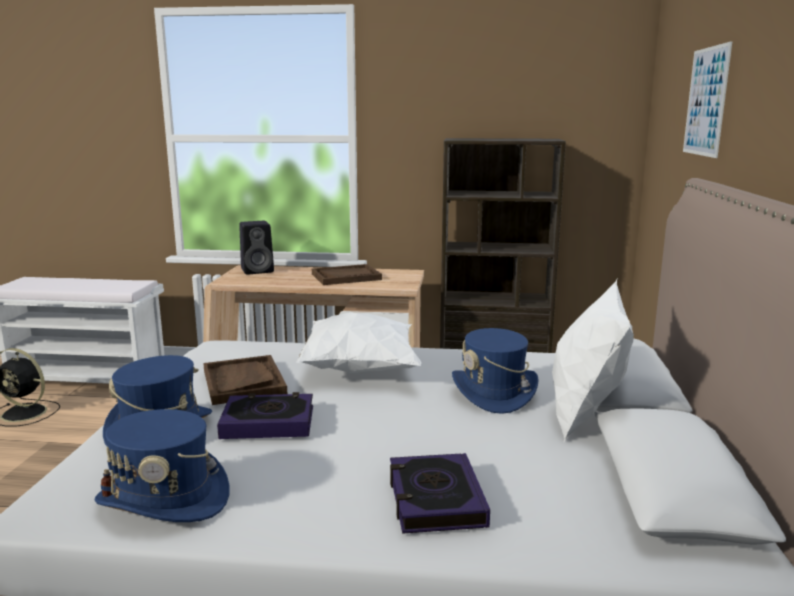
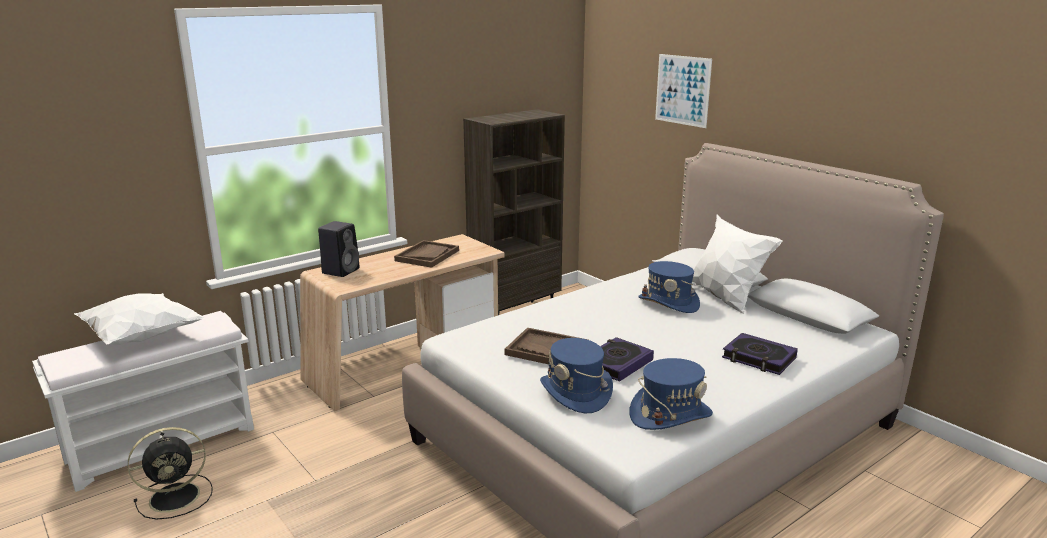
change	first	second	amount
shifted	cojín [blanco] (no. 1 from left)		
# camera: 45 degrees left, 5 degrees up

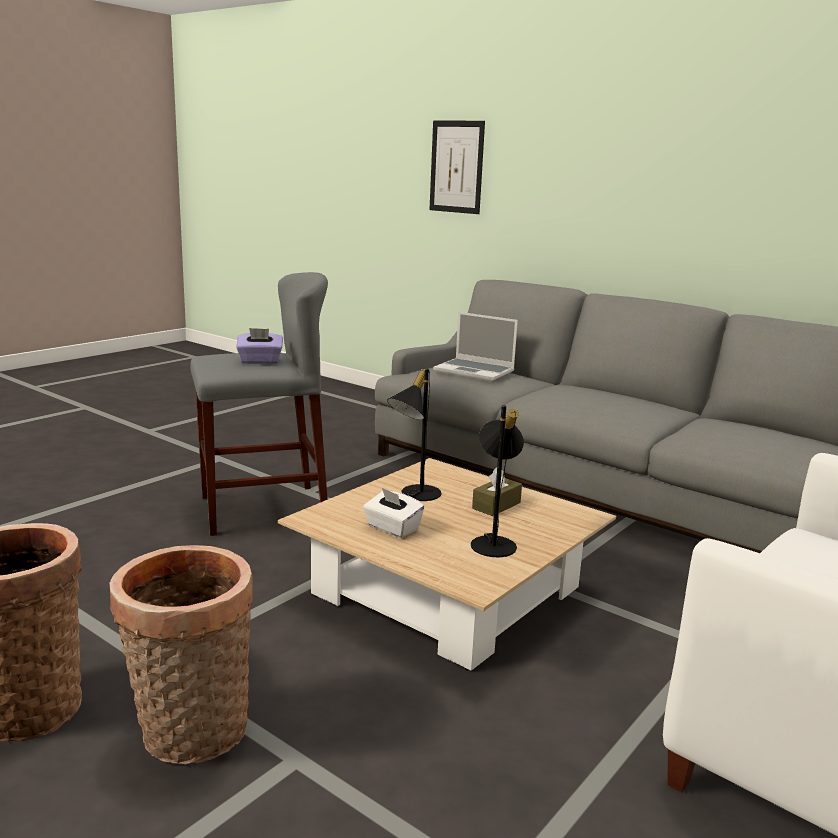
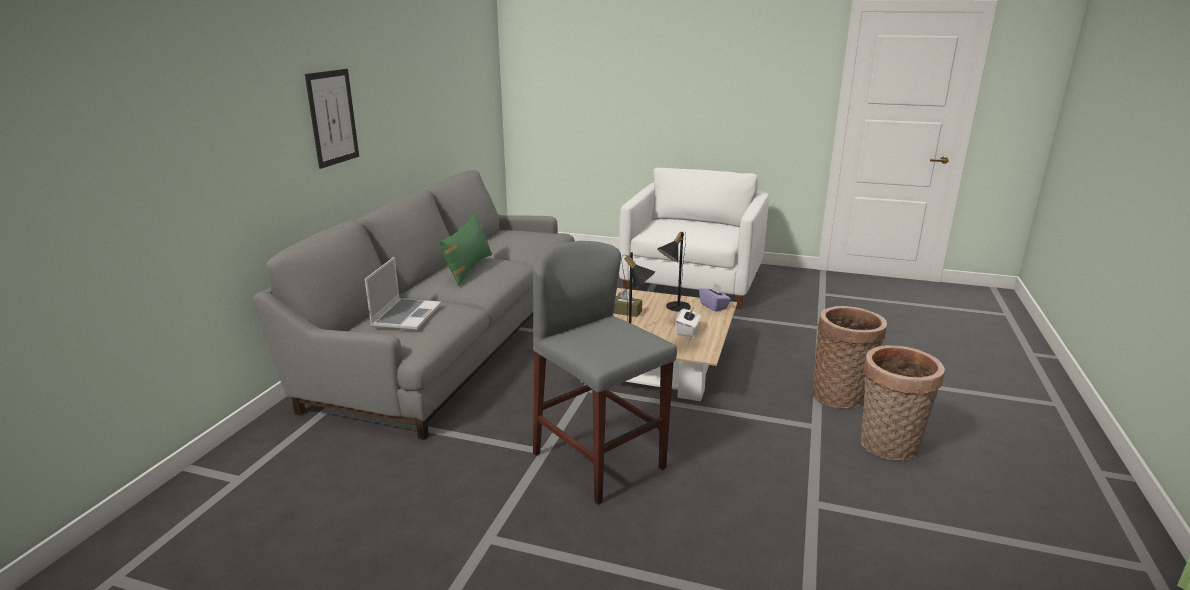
change	first	second	amount
new		cojín [verde]	
shifted	caja de pañuelos [morado]		
shifted	cuadro		
# camera: 110 degrees left, 5 degrees up

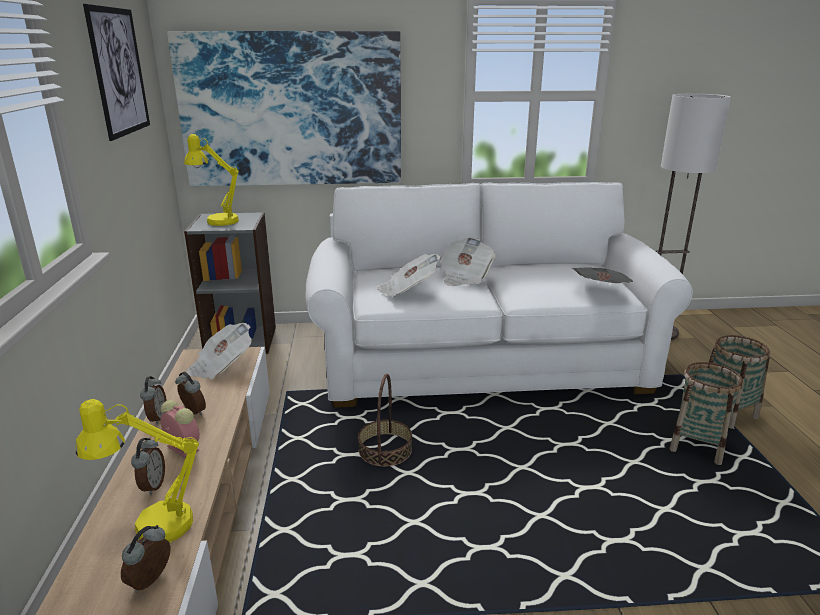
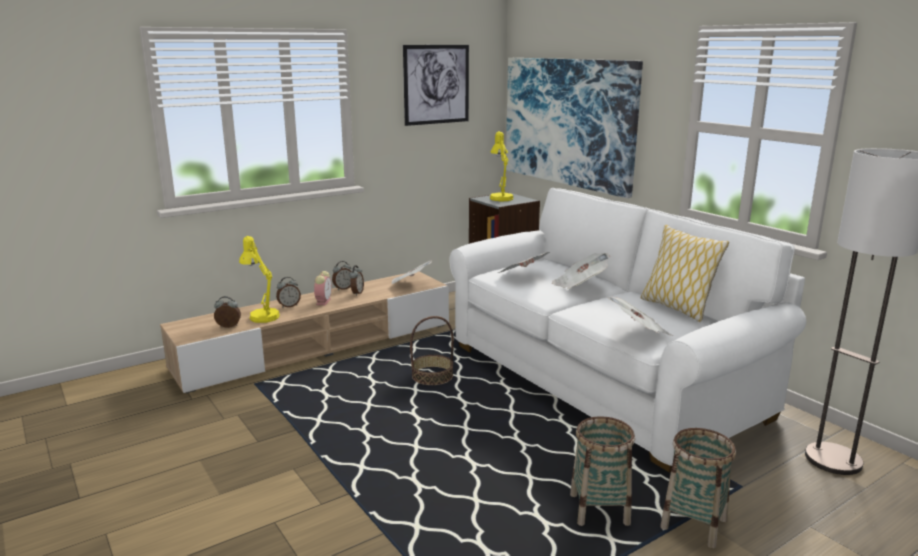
change	first	second	amount
new		cojín	
# camera: 60 degrees right, 5 degrees down

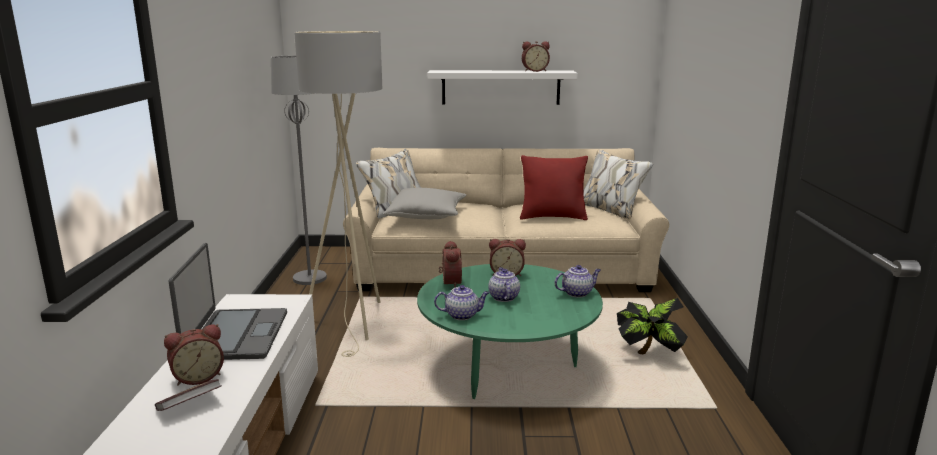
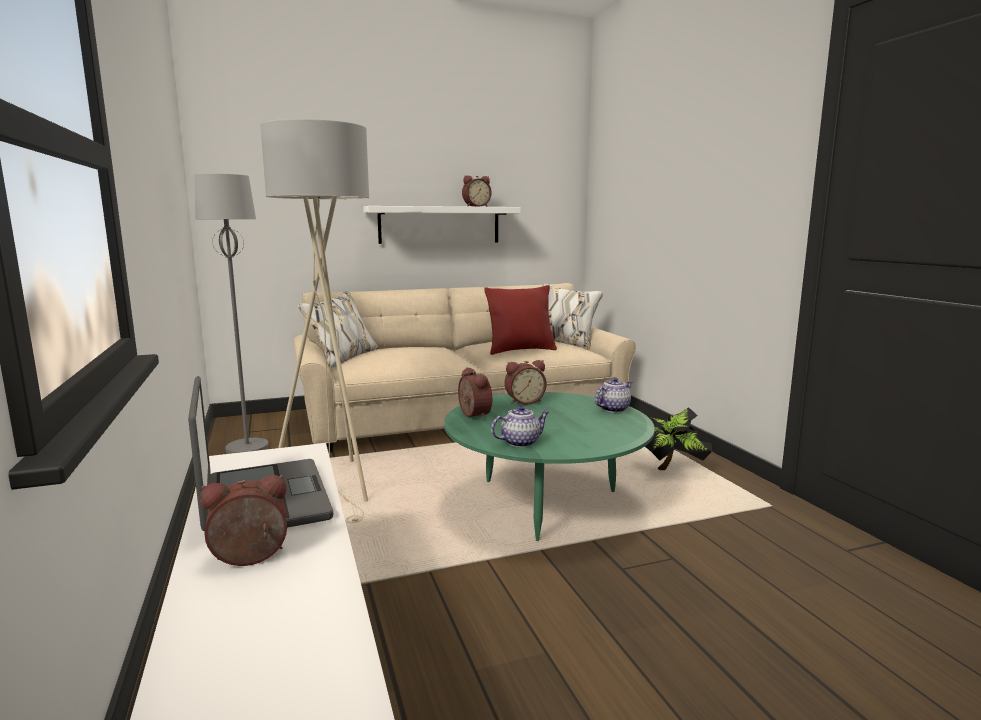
change	first	second	amount
gone	libro		
gone	cojín [gris]		
gone	tetera (no. 2 from left)		
rotated	despertador (no. 1 from left)		150 degrees counterclockwise
# camera: 20 degrees left, 5 degrees down

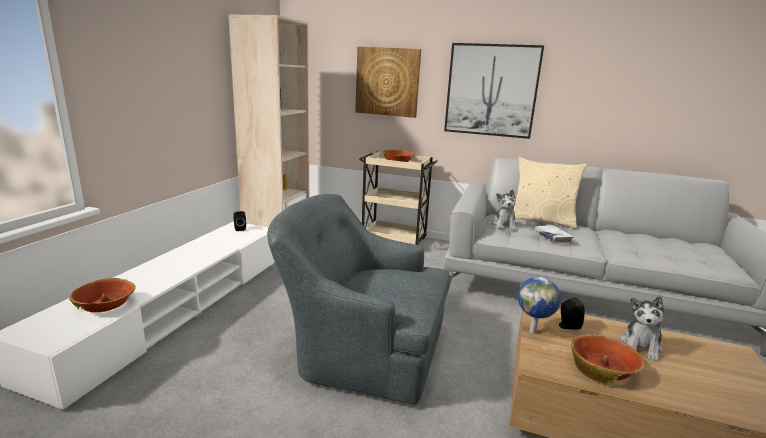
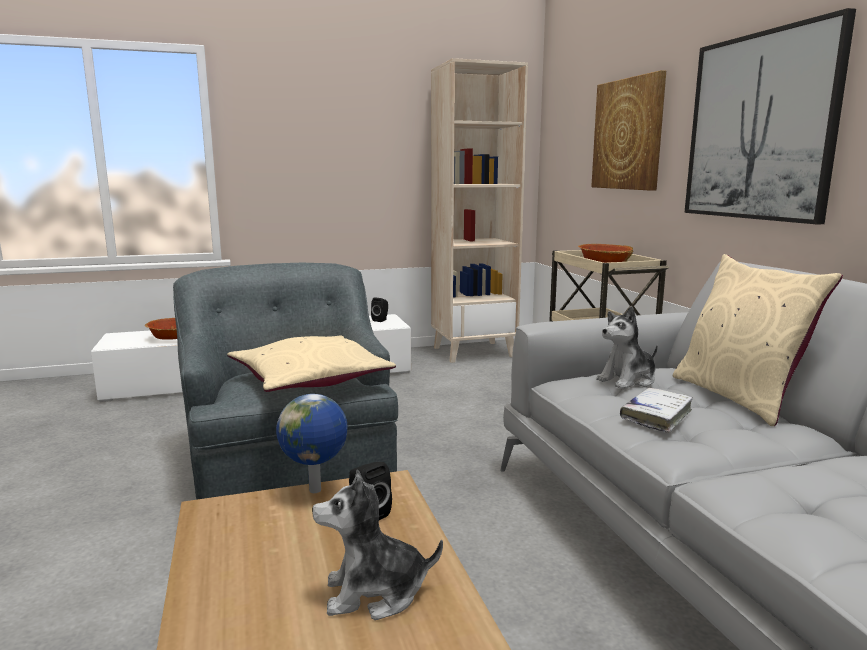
change	first	second	amount
gone	cuenco (no. 3 from left)		
new		cojín [beis] (no. 1 from left)	
# camera: 55 degrees right, 5 degrees down

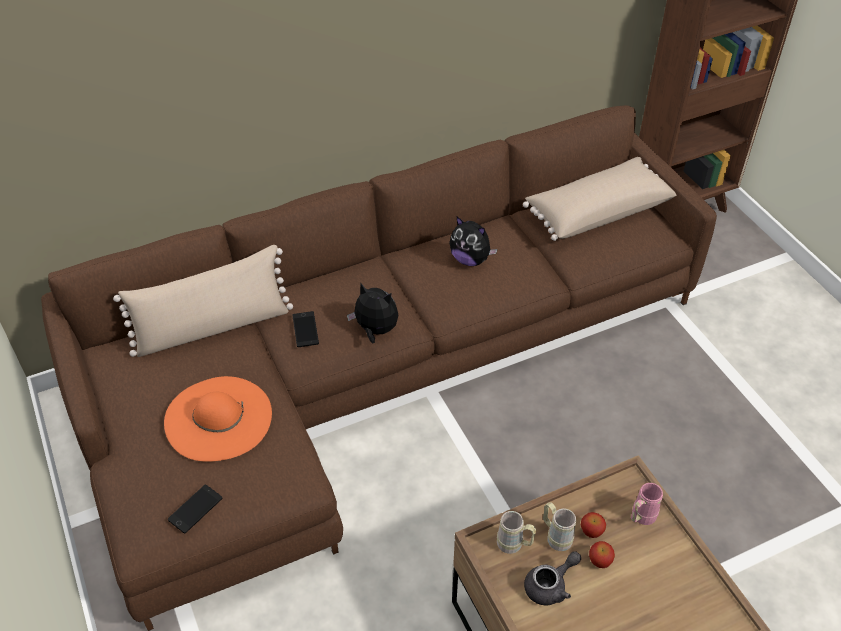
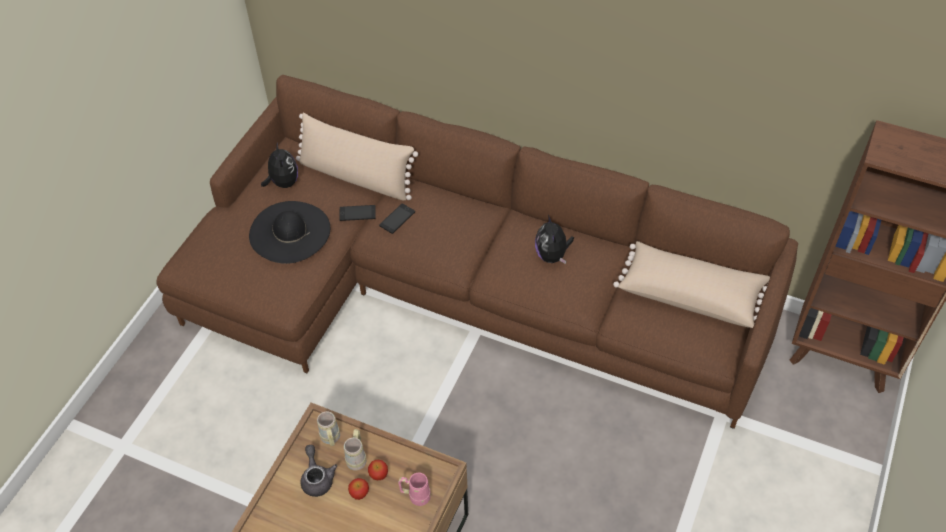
change	first	second	amount
shifted	móvil (no. 1 from left)		
shifted	peluche (no. 1 from left)		
repainted	sombrero [naranja]	sombrero [negro]	
rotated	tetera [gris]		120 degrees counterclockwise
# camera: 50 degrees right, 5 degrees up

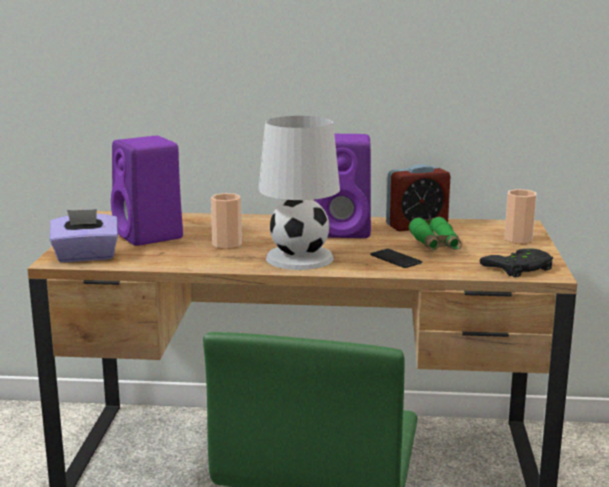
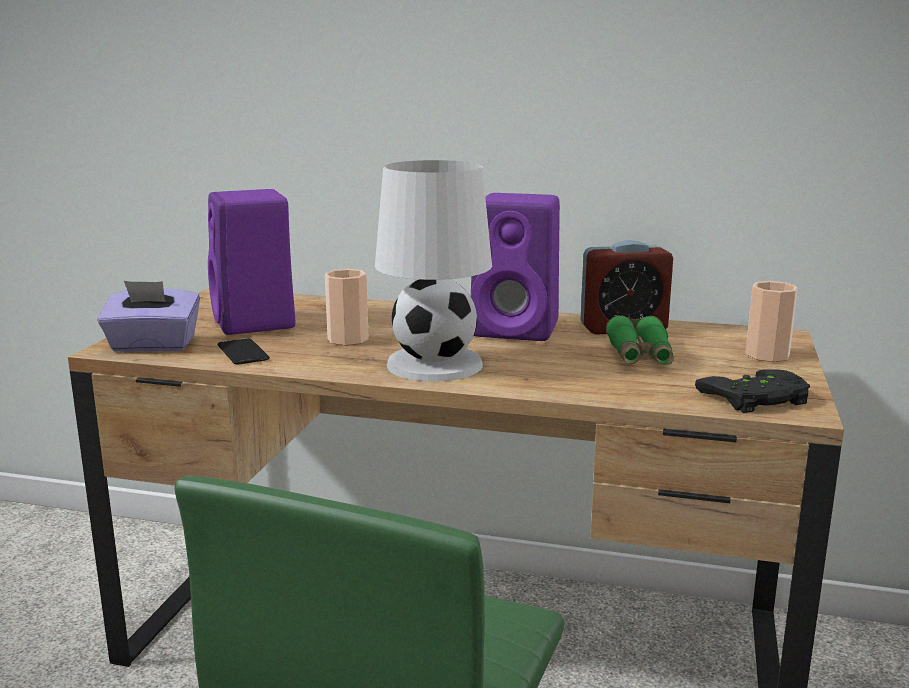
change	first	second	amount
shifted	móvil		
# camera: 10 degrees right, 0 degrees up

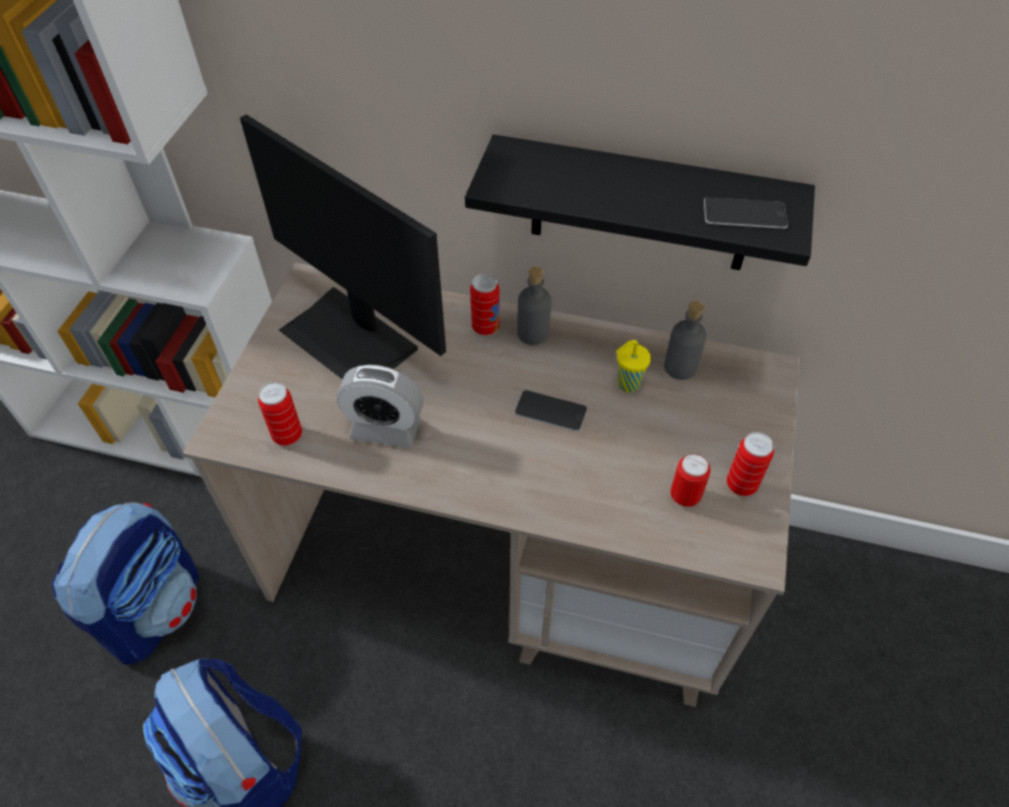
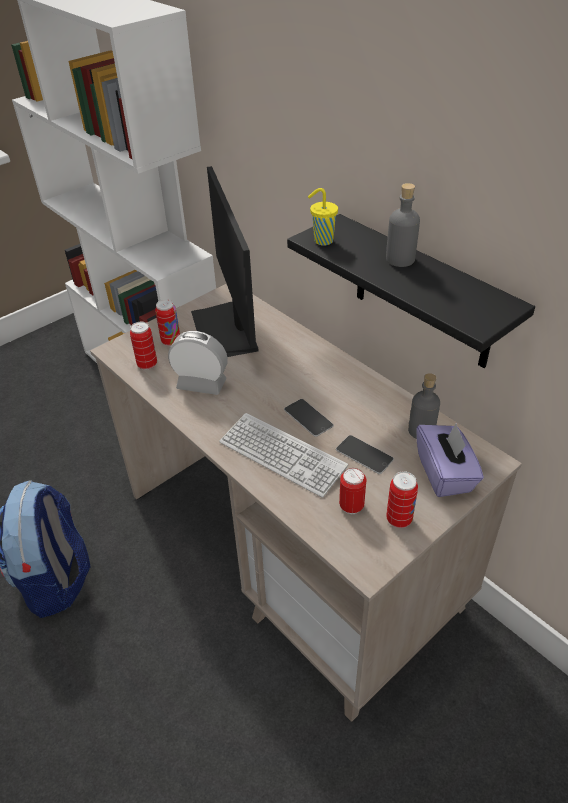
change	first	second	amount
gone	mochila (no. 1 from left)		
new		teclado	
new		caja de pañuelos [morado]	
shifted	lata (no. 2 from left)		
shifted	botella [gris] (no. 1 from left)		
shifted	taza [amarillo]		
shifted	móvil (no. 2 from left)		
rotated	despertador		150 degrees clockwise
# camera: 35 degrees right, 10 degrees down

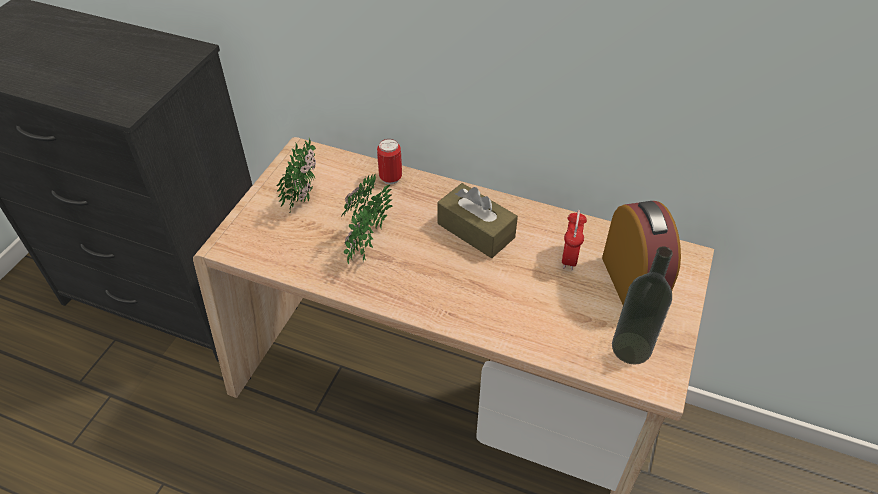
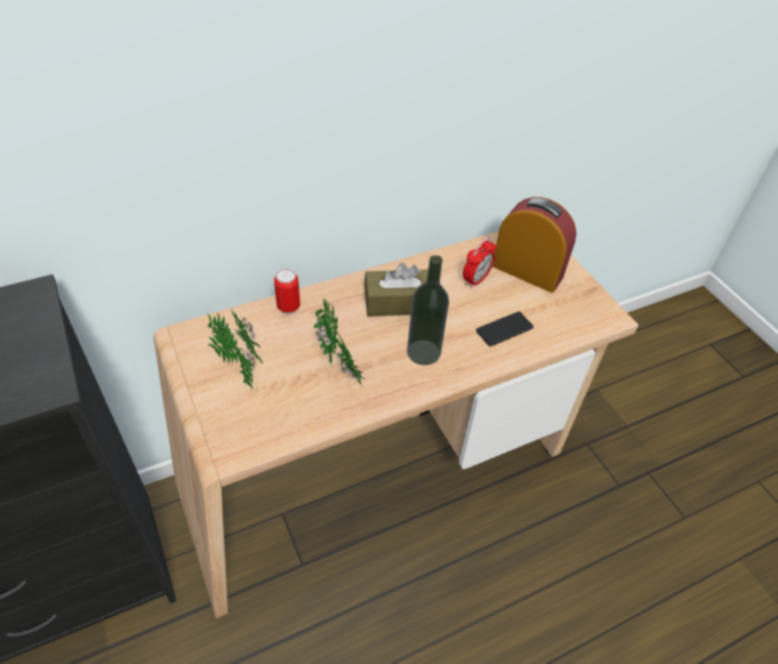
change	first	second	amount
new		móvil	
shifted	botella		
rotated	despertador (no. 1 from left)		75 degrees clockwise
# camera: 50 degrees left, 0 degrees up

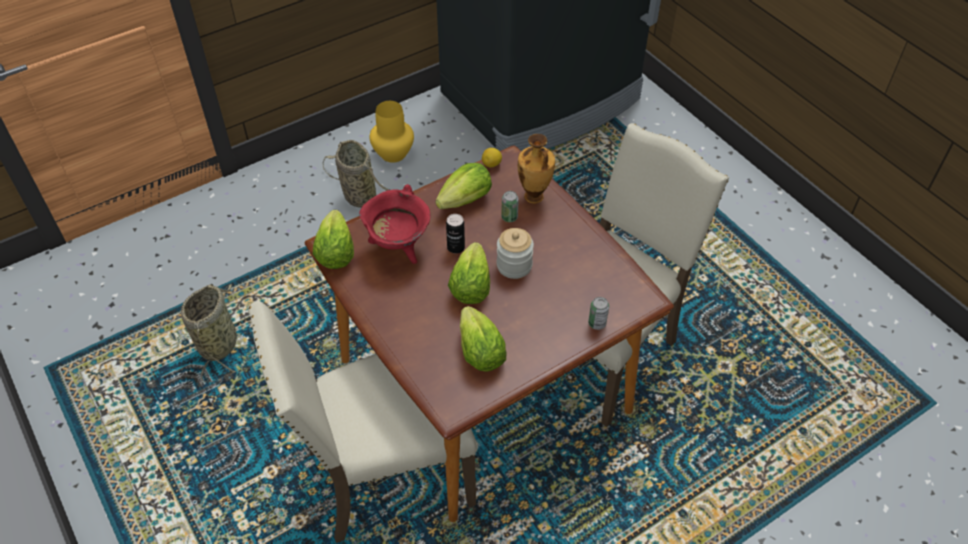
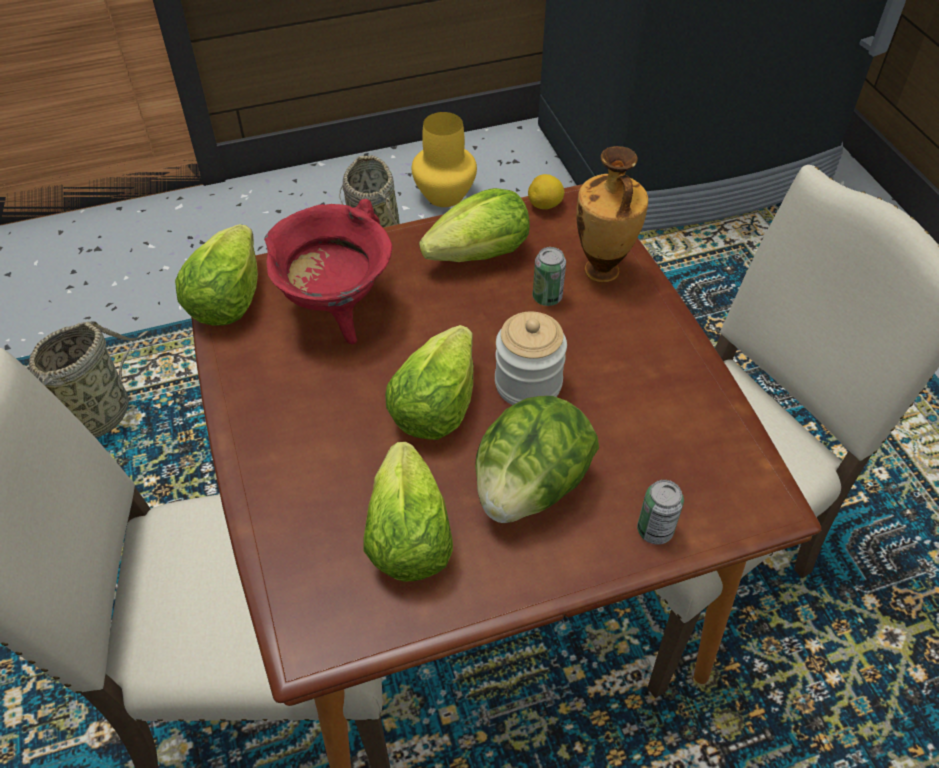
change	first	second	amount
gone	lata (no. 1 from left)		
new		lechuga (no. 5 from left)	
# camera: 15 degrees right, 0 degrees up

